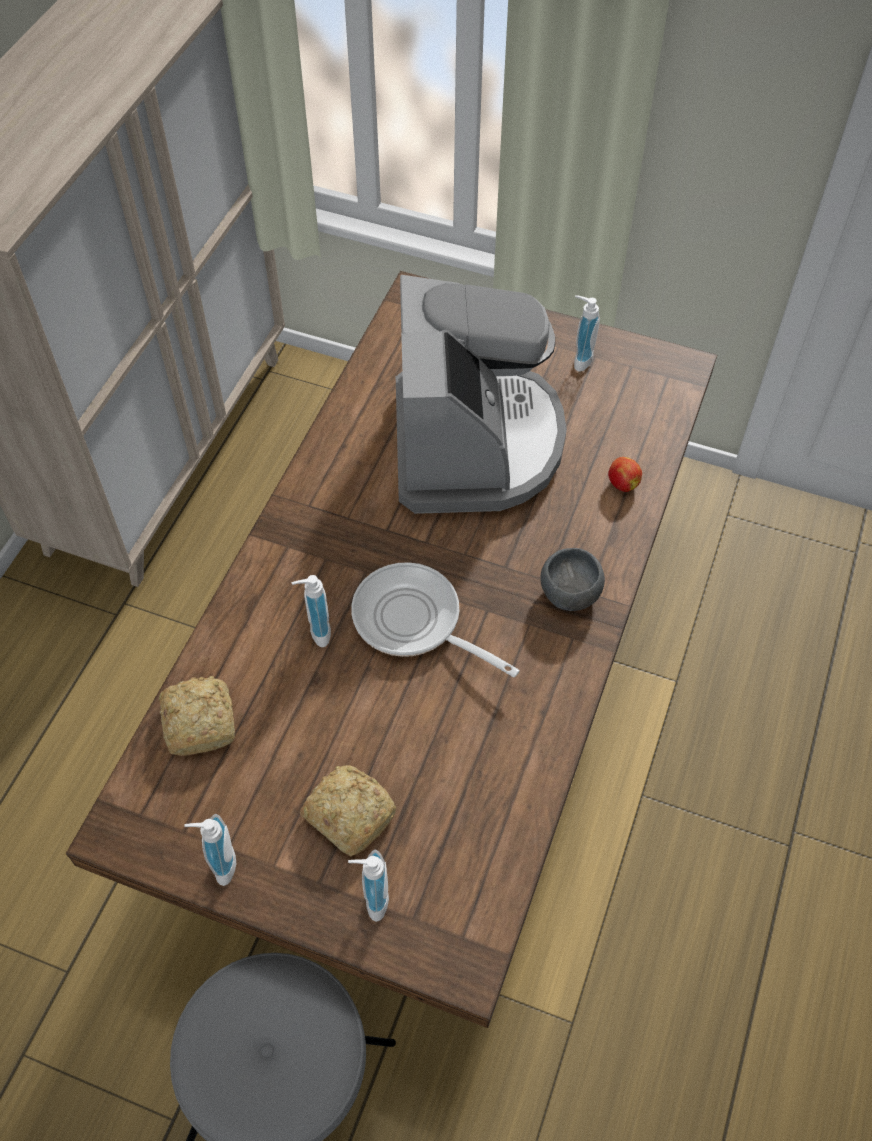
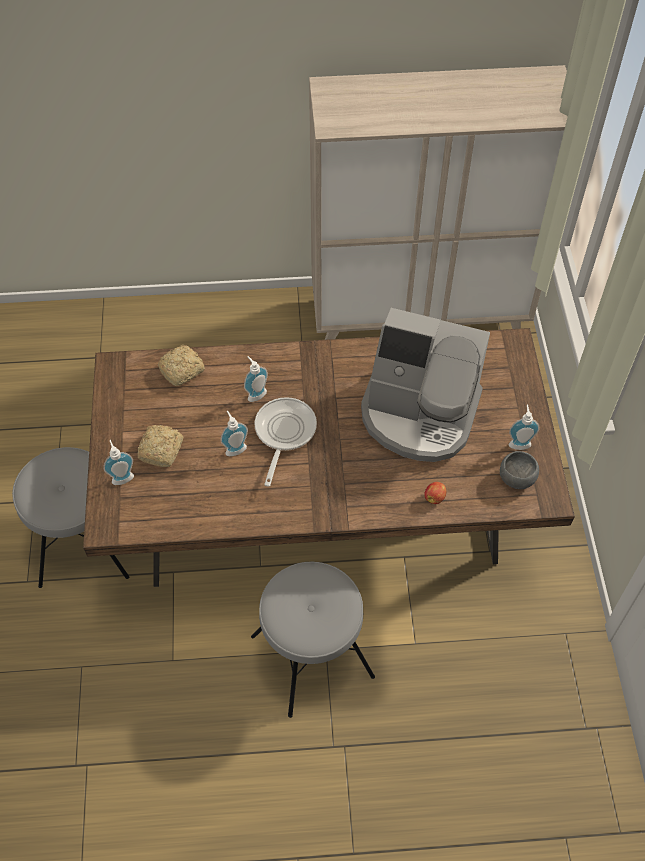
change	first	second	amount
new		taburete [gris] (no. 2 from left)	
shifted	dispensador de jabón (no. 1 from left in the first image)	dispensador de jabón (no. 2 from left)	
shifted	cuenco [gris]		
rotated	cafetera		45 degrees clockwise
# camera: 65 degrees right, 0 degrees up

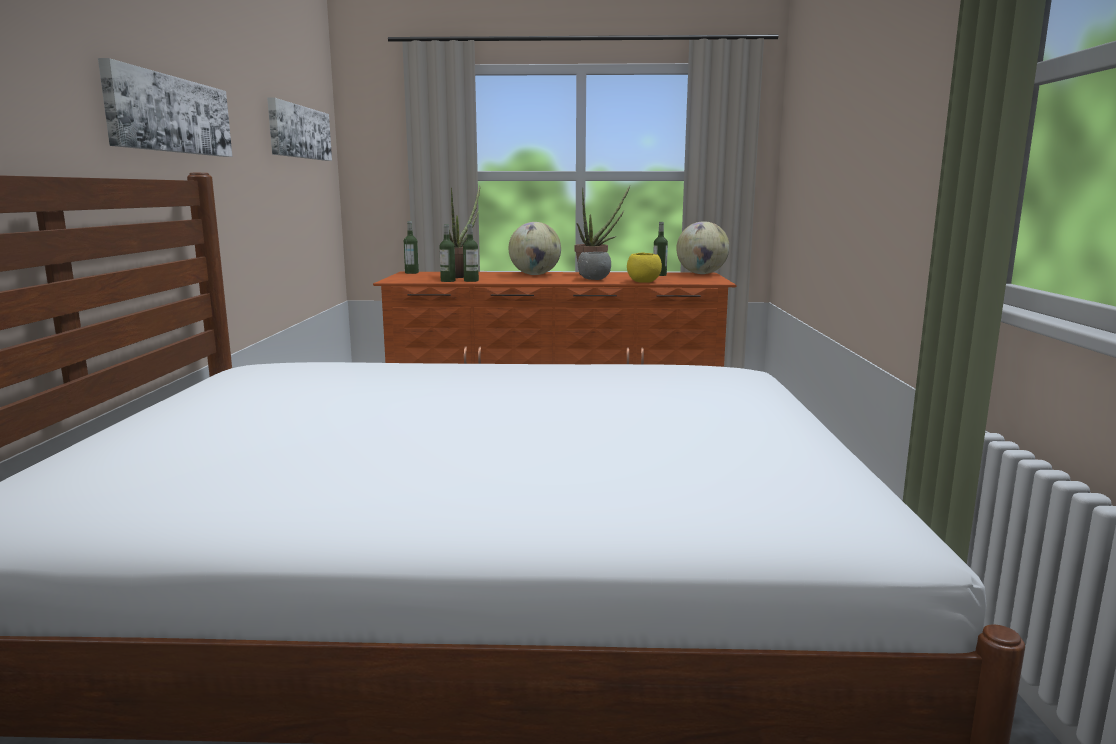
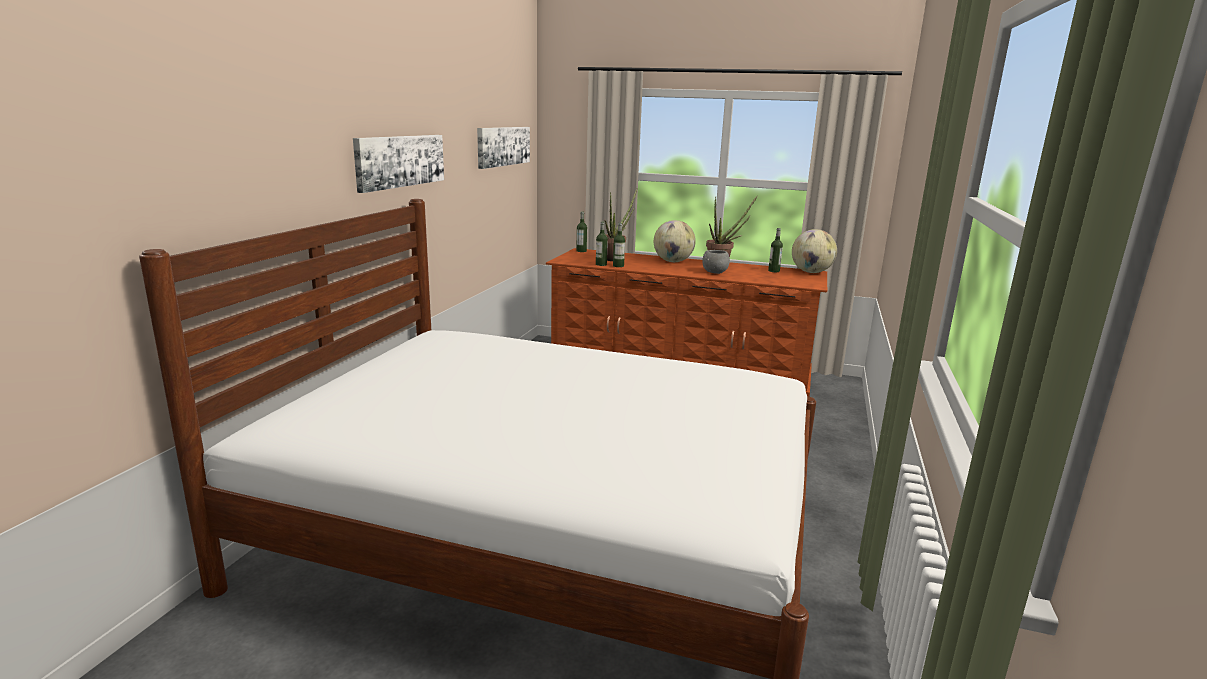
change	first	second	amount
gone	cuenco [amarillo]		
# camera: 15 degrees right, 5 degrees up

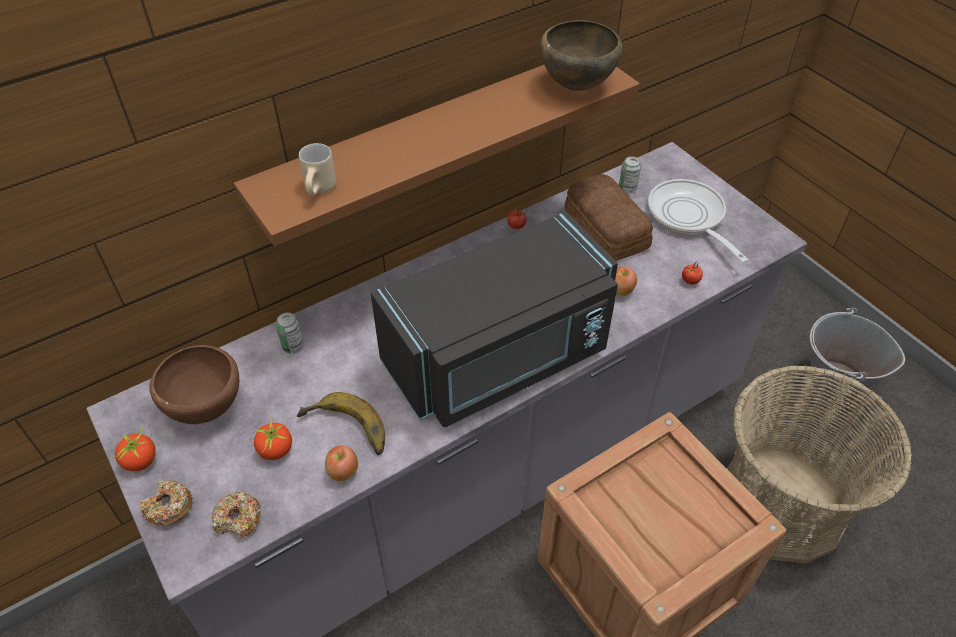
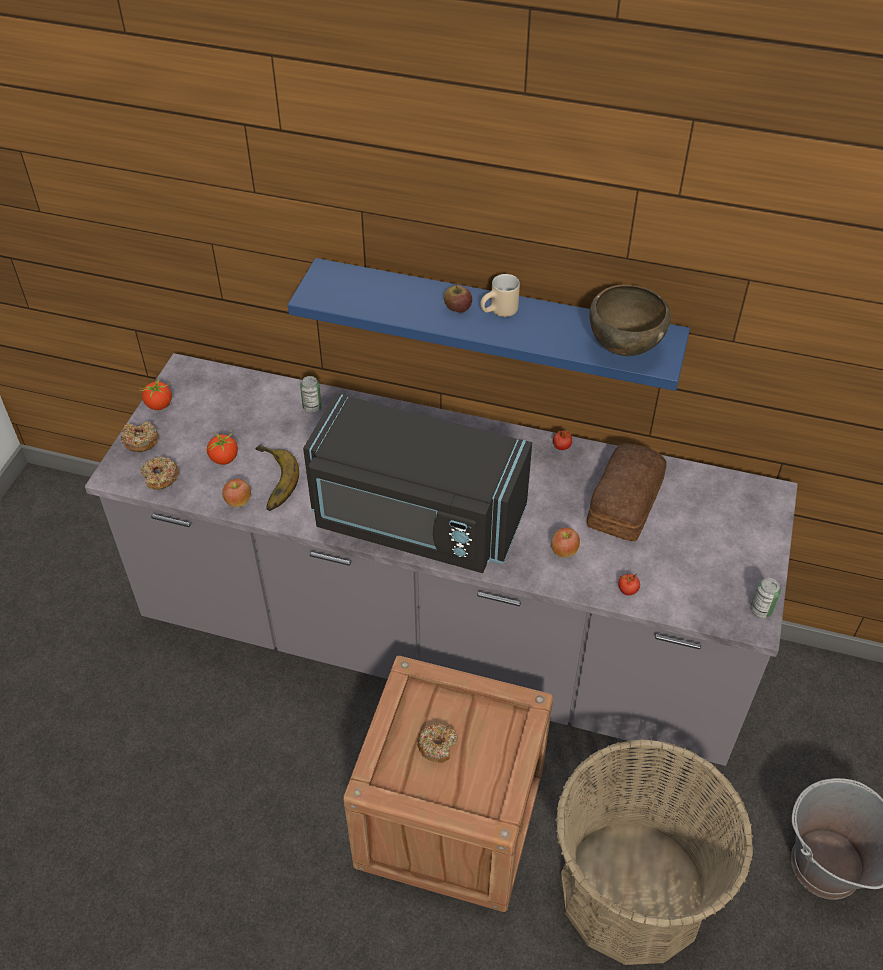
change	first	second	amount
gone	cuenco [marrón] (no. 1 from left)		
gone	sartén		
new		rosquilla (no. 3 from left)	
new		manzana (no. 2 from left)	
shifted	taza grande [beis]		
shifted	lata (no. 2 from left)		
repainted	estante [marrón]	estante [azul]	
# camera: 50 degrees right, 0 degrees up

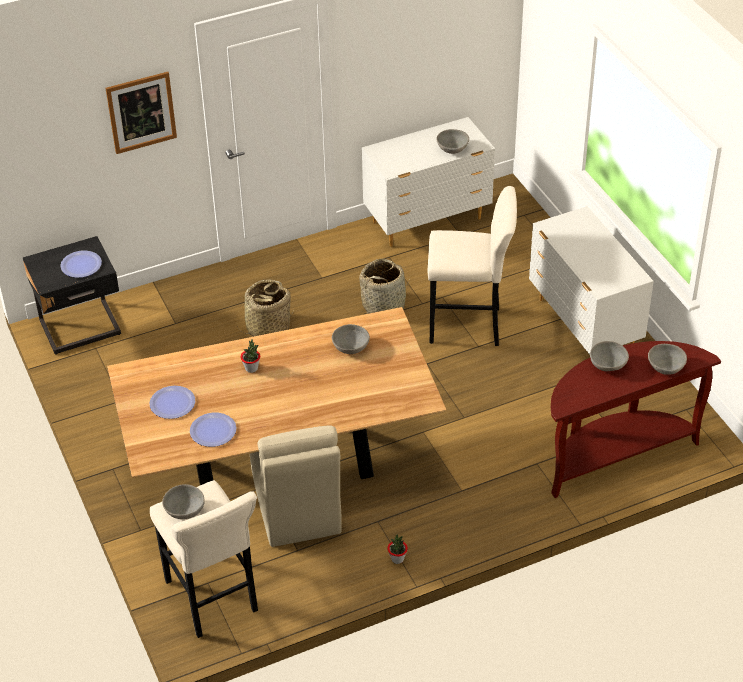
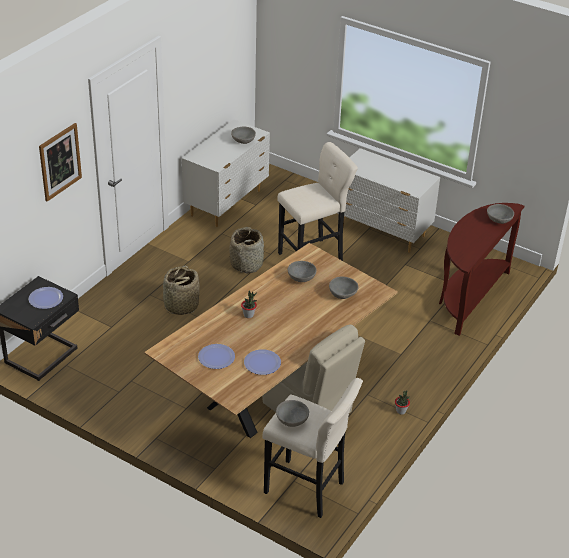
change	first	second	amount
shifted	cuenco [gris] (no. 4 from left)		
# camera: 35 degrees left, 5 degrees down

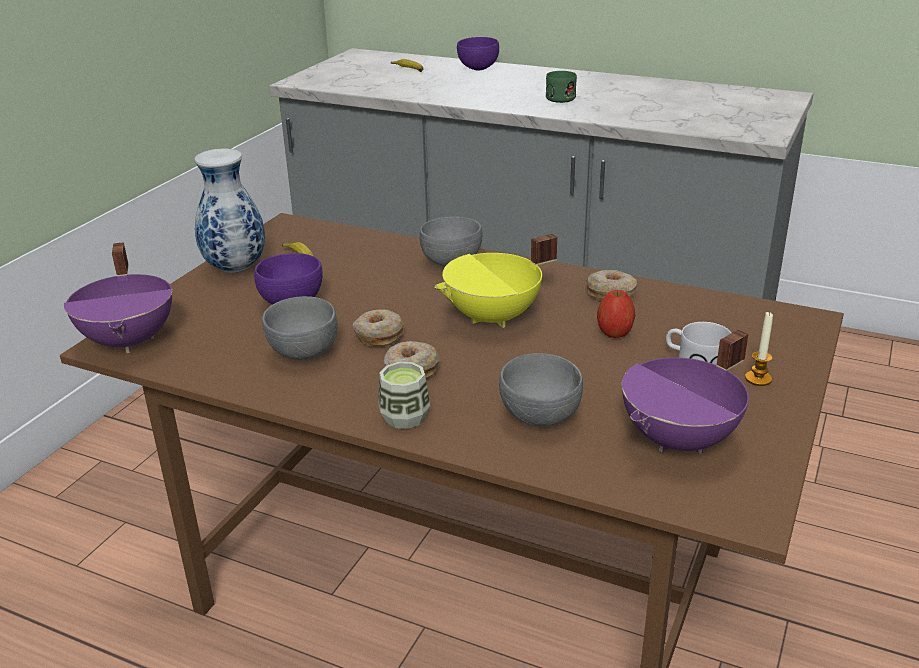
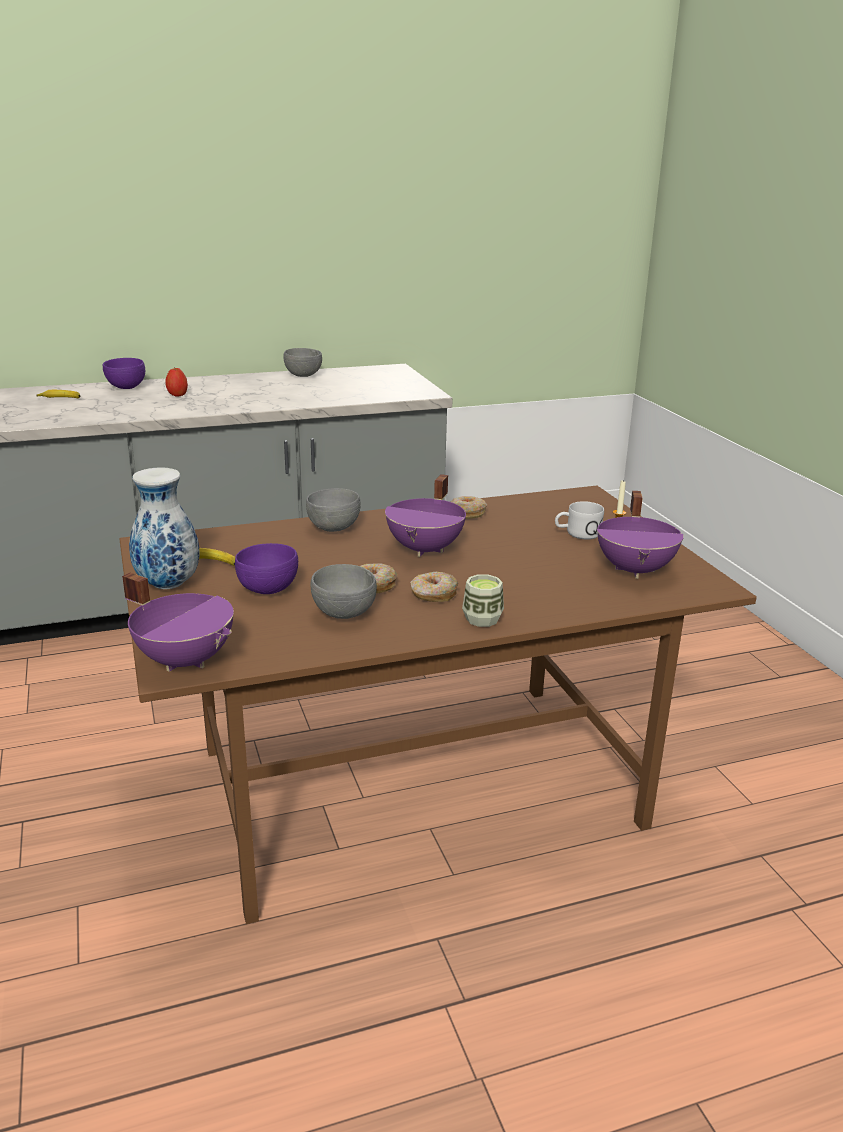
change	first	second	amount
gone	taza grande [verde]		
shifted	cuenco [gris] (no. 3 from left in the first image)	cuenco [gris] (no. 1 from left)	
shifted	manzana		
repainted	olla [amarillo]	olla [morado] (no. 2 from left)	
# camera: 45 degrees left, 5 degrees down

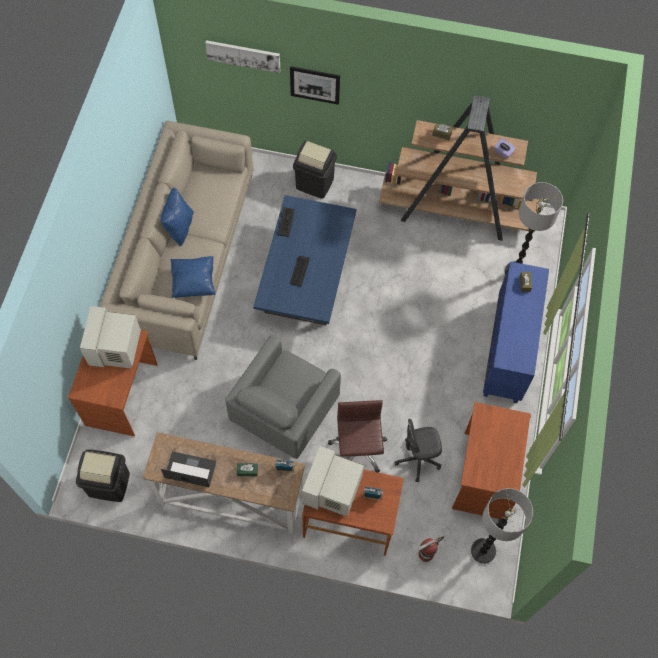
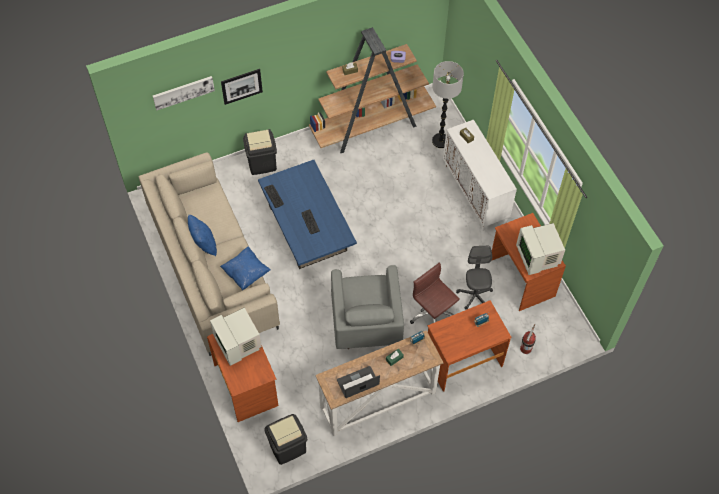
change	first	second	amount
gone	lámpara de pie (no. 1 from left)		
shifted	monitor (no. 2 from left)		
repainted	armario [azul]	armario [blanco]	
rotated	silla de oficina [gris]		135 degrees clockwise
# camera: 35 degrees left, 5 degrees down

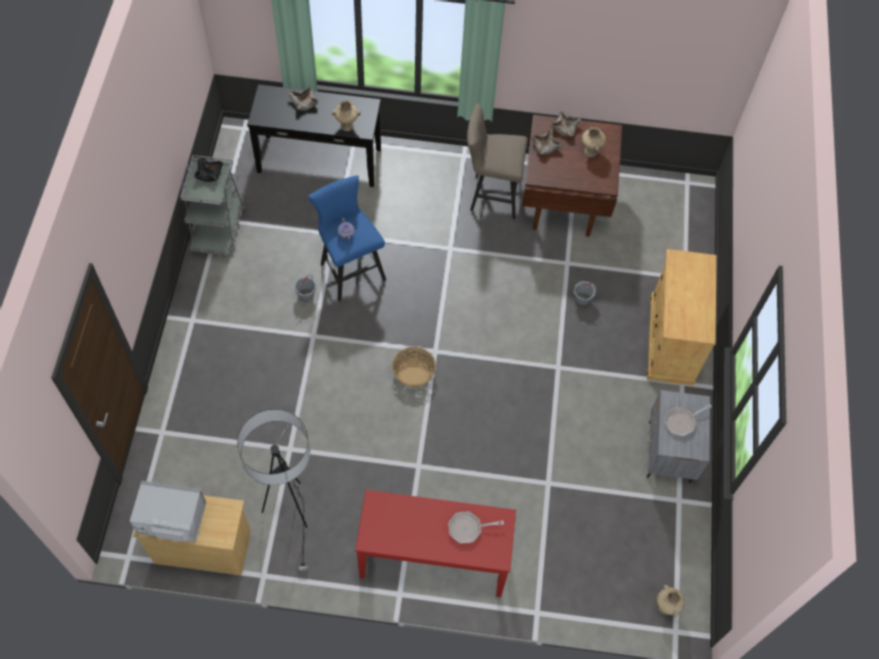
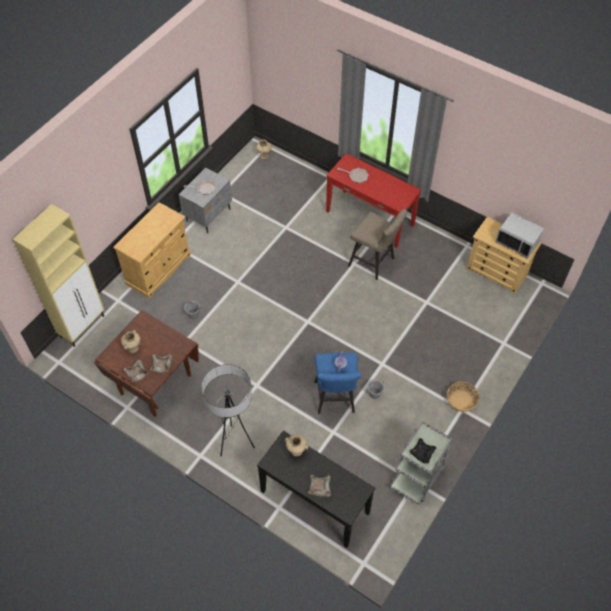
change	first	second	amount
new		armario [beis] (no. 1 from left)	
shifted	lámpara de pie		
shifted	cesta		
shifted	taburete [beis]		
# camera: 150 degrees left, 5 degrees down

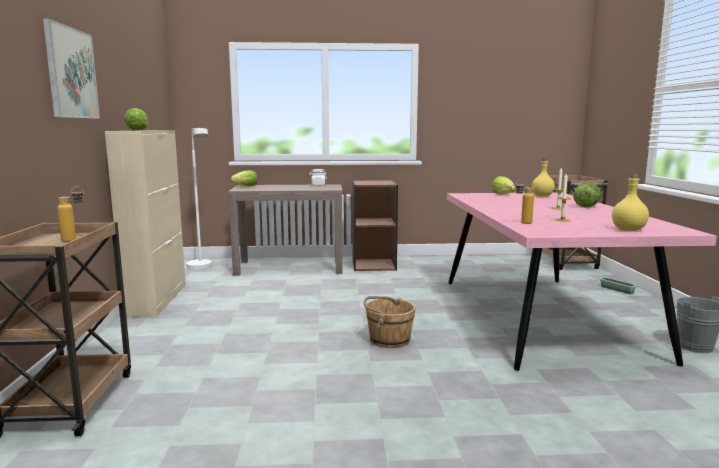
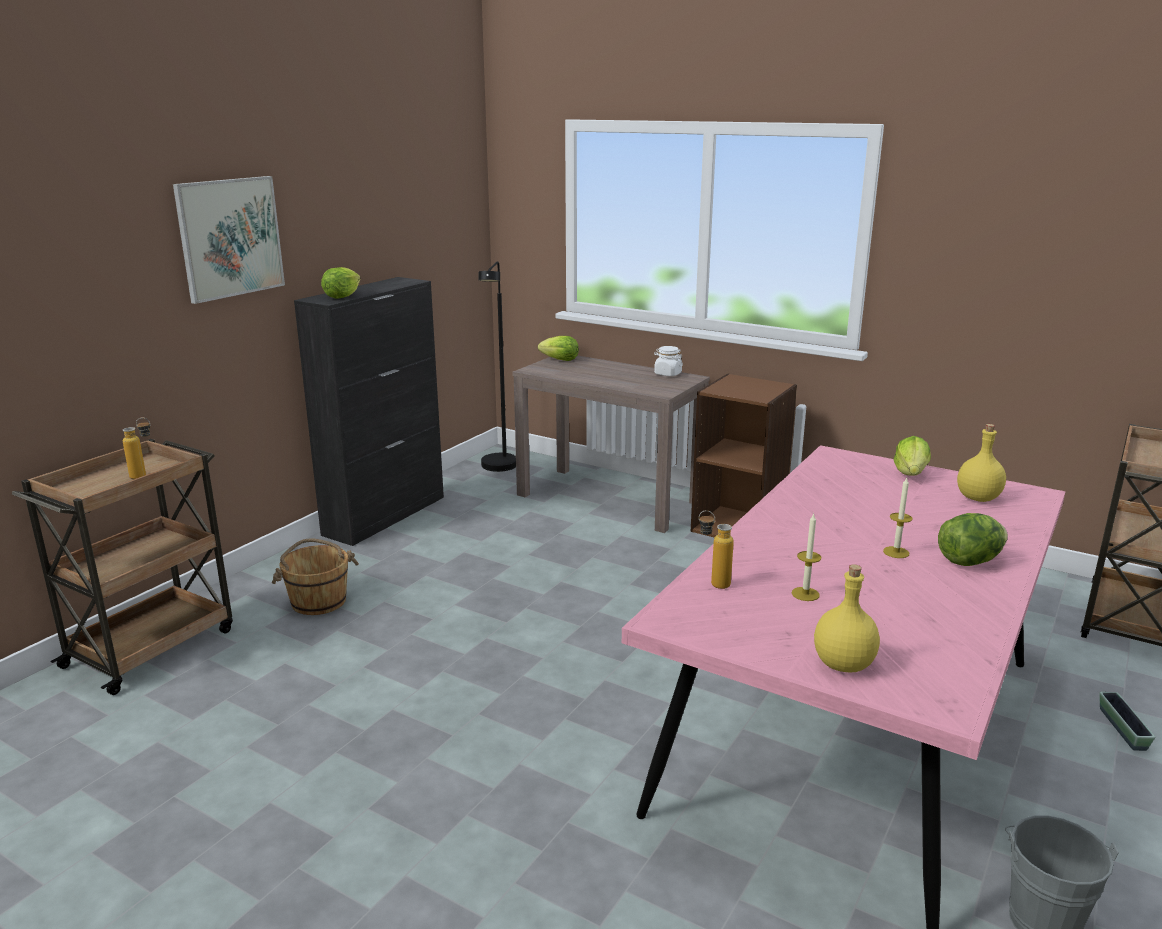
change	first	second	amount
shifted	cubo [marrón]		
repainted	armario [beis]	armario [negro]	
repainted	lámpara de pie [blanco]	lámpara de pie [negro]	
# camera: 35 degrees right, 10 degrees up

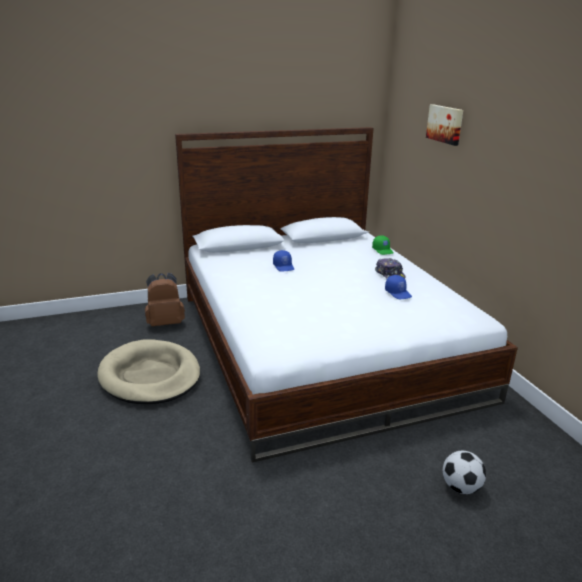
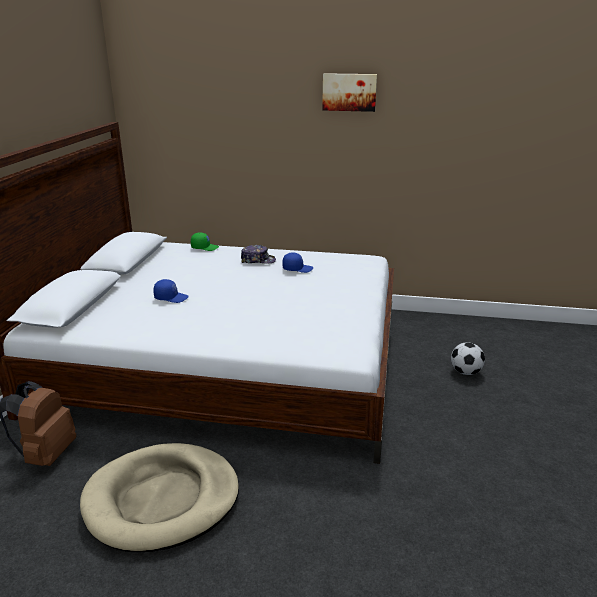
change	first	second	amount
shifted	cuadro		
# camera: 60 degrees left, 0 degrees up

